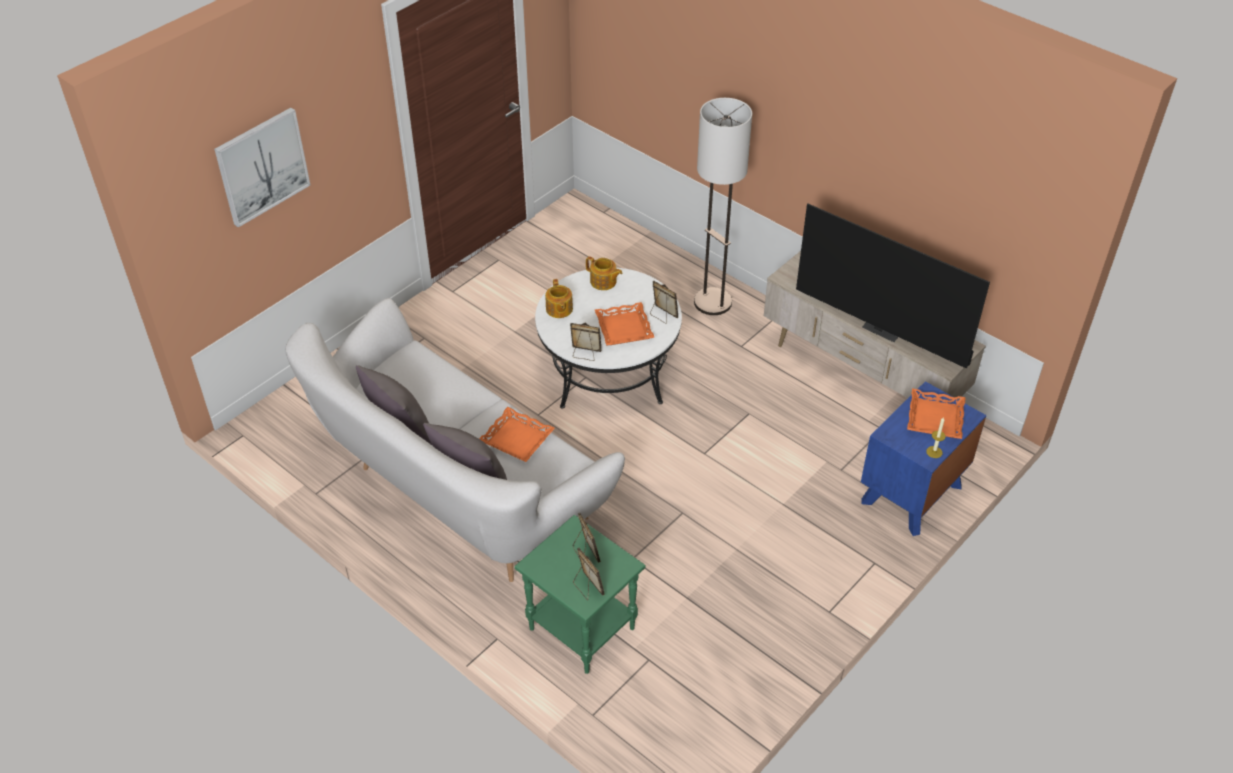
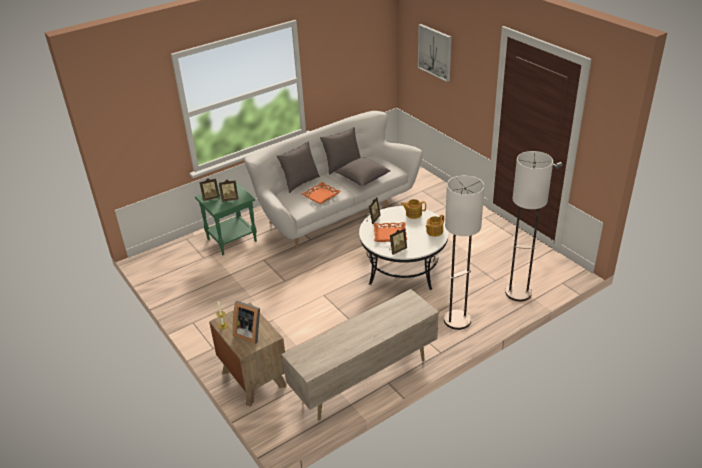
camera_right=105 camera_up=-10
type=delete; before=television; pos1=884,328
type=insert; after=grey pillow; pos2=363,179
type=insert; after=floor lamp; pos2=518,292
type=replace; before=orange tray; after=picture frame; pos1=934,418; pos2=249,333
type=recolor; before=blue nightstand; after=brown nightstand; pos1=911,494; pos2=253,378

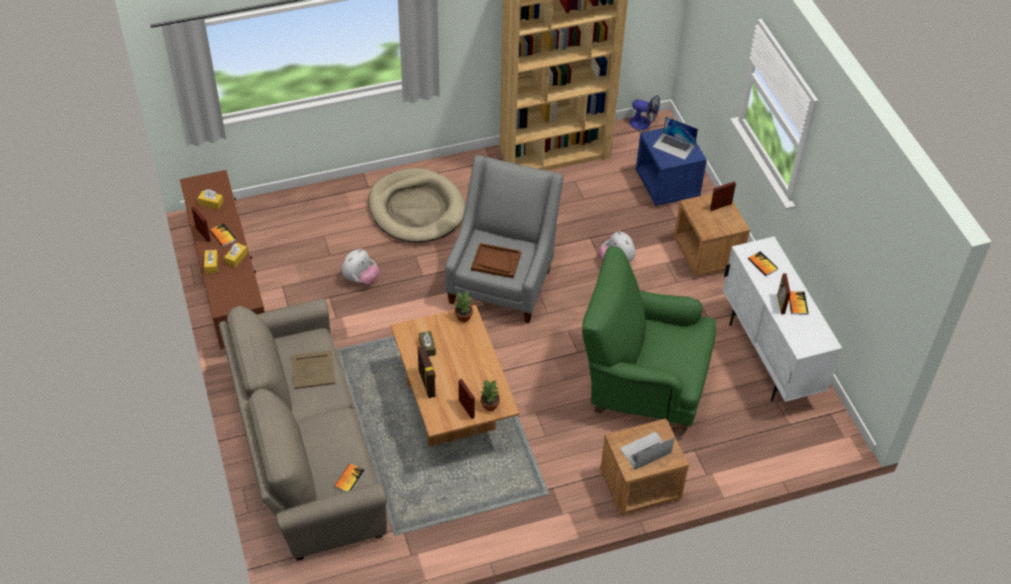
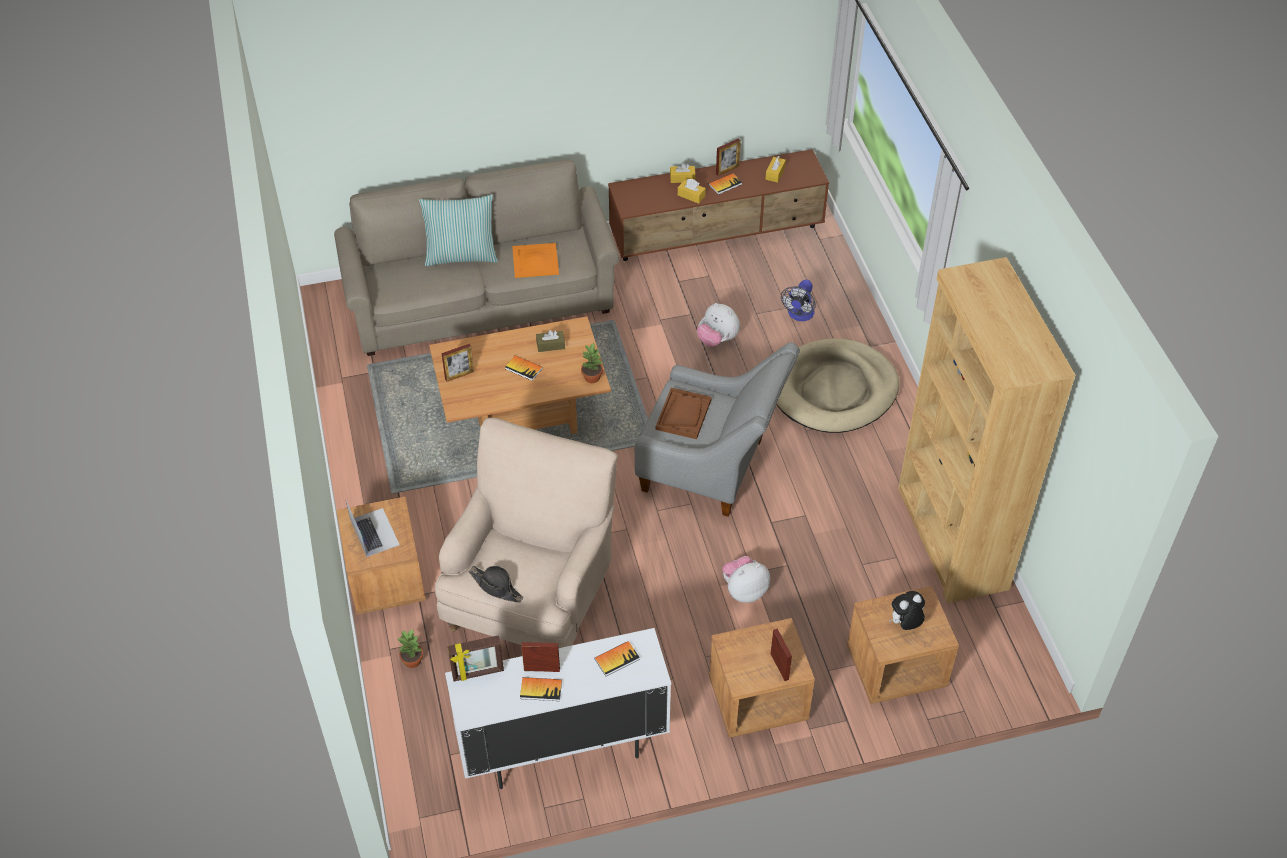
camera_right=95 camera_up=0
type=insert; after=pillow; pos2=461,255
type=insert; after=black hat; pos2=496,587
type=move; before=book; pos1=349,479; pos2=523,368
type=move; before=picture frame; pos1=427,383; pos2=478,673
type=move; before=potted plant; pos1=489,405; pos2=412,660
type=move; before=fan; pos1=644,124; pos2=799,315
type=replace; before=laptop; after=plush toy; pos1=674,146; pos2=905,624
type=recolor; before=beige tray; after=orange tray; pos1=312,370; pos2=535,260
type=recolor; before=green armchair; after=beige armchair; pos1=642,386; pos2=531,597
type=recolor; before=blue nightstand; after=brown nightstand; pos1=667,185; pos2=895,668

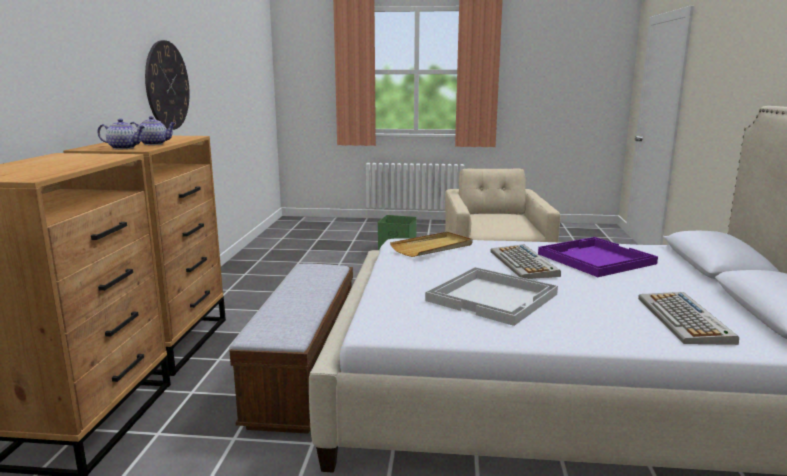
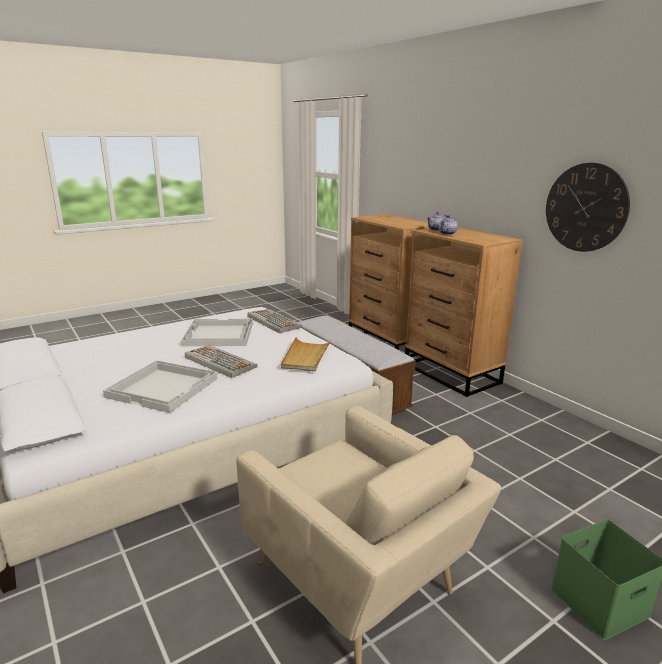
camera_right=140 camera_up=5
type=move; before=keyboard; pos1=685,320; pos2=273,321
type=recolor; before=purple tray; after=white tray; pos1=594,259; pos2=164,387

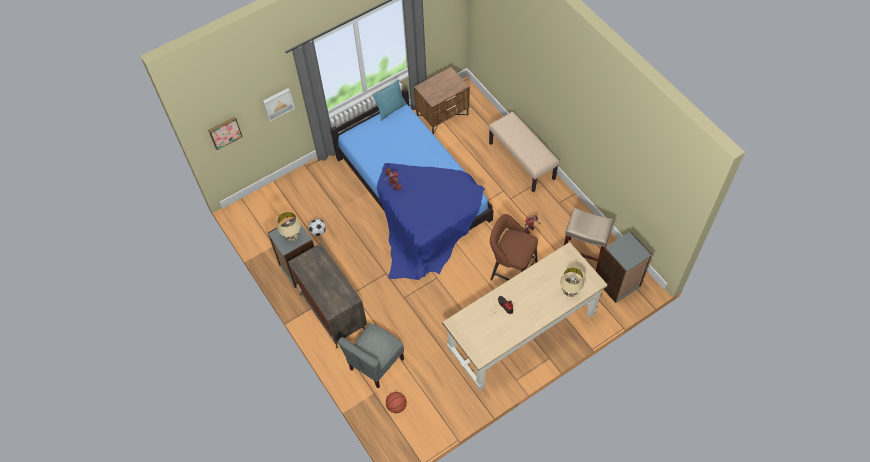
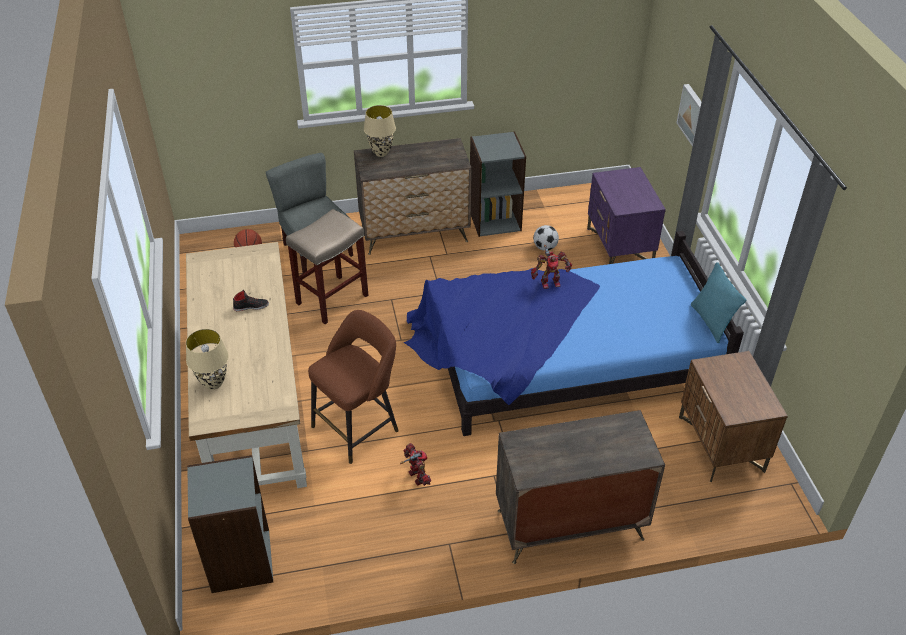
camera_right=110 camera_up=-15
type=delete; before=picture; pos1=224,132
type=insert; after=purple nightstand; pos2=620,247
type=move; before=beige table lamp; pos1=292,237; pos2=381,153
type=move; before=beige stool; pos1=582,254; pos2=332,298
type=replace; before=beige bench; after=dresser; pos1=522,161; pos2=568,524

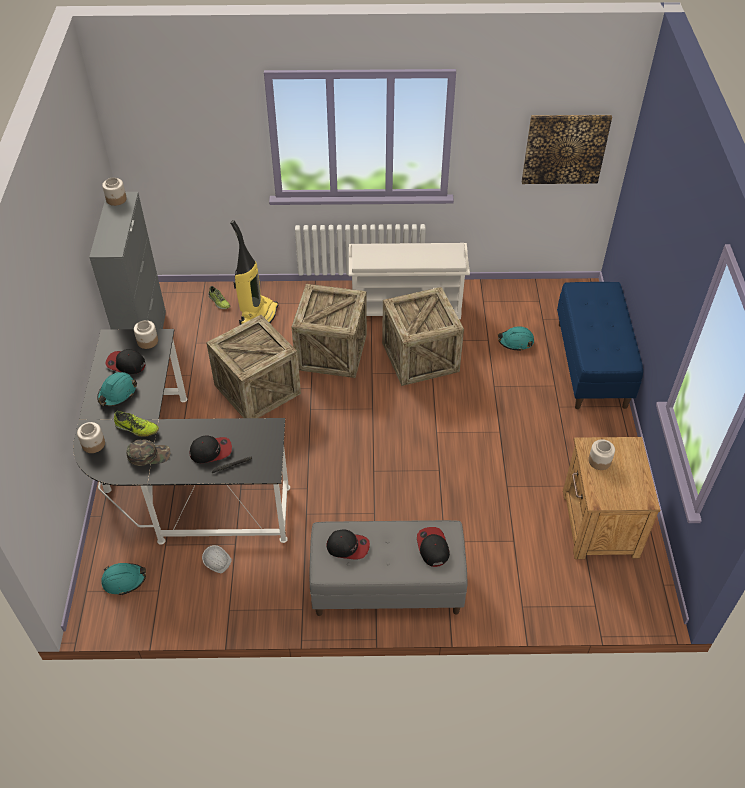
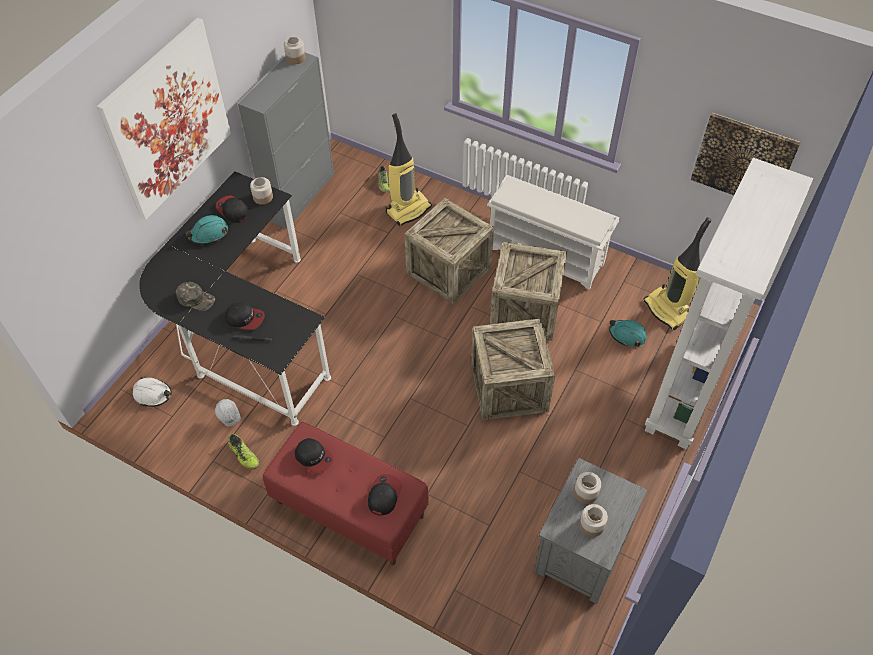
camera_right=30 camera_up=5
type=insert; after=picture; pos2=168,120
type=insert; after=vacuum cleaner; pos2=668,310
type=move; before=jar; pos1=93,444; pos2=592,525
type=move; before=shoe; pos1=137,429; pos2=244,455
type=move; before=crate; pos1=257,389; pos2=509,387
type=replace; before=blue bench; after=white bookcase; pos1=592,364; pos2=688,392
type=recolor; before=turquoise hard hat; after=white hard hat; pos1=124,580; pos2=153,394
type=recolor; before=grey bench; after=red bench; pos1=386,588; pos2=349,509
type=recolor; before=brown nightstand; after=grey nightstand; pos1=599,525; pos2=580,552

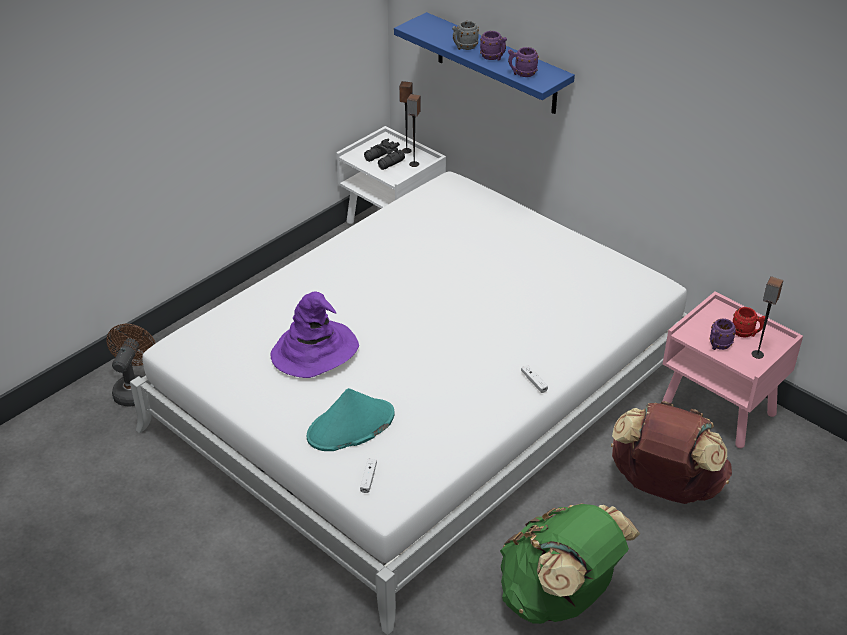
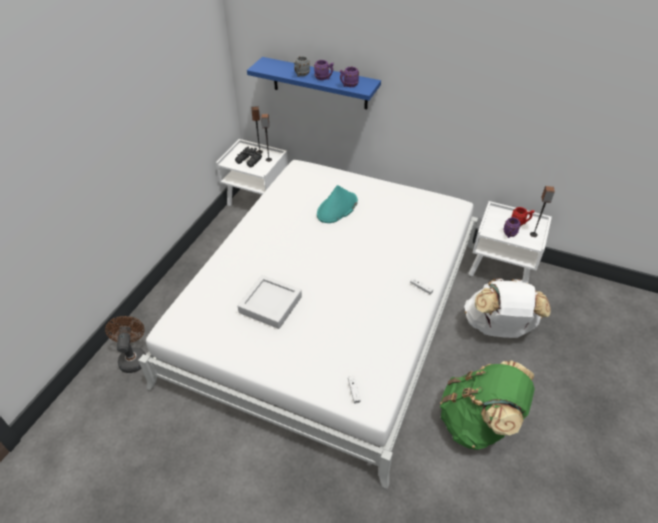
camera_right=-20 camera_up=5
type=move; before=turquoise hat; pos1=350,426; pos2=337,208
type=replace; before=purple hat; after=grey tray; pos1=315,351; pos2=270,304
type=recolor; before=brown backpack; after=white backpack; pos1=664,487; pos2=497,328
type=recolor; before=pink nightstand; after=white nightstand; pos1=720,409; pos2=501,270

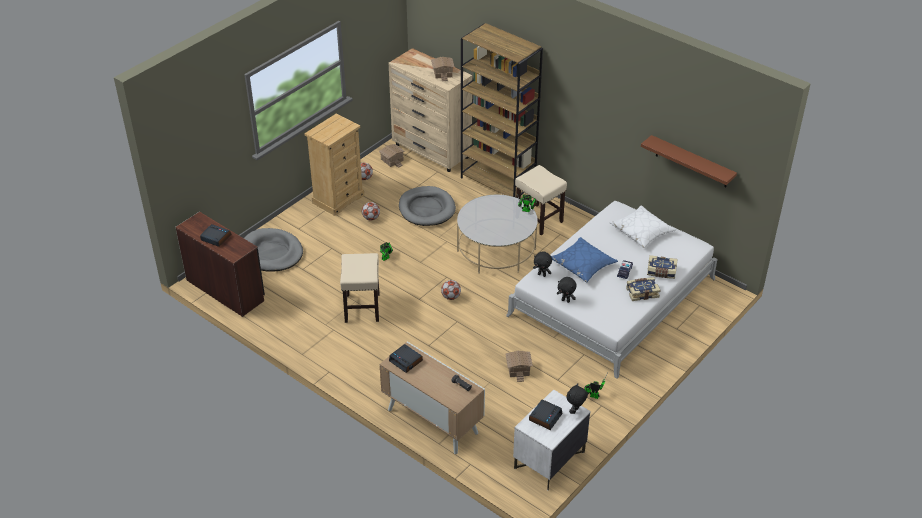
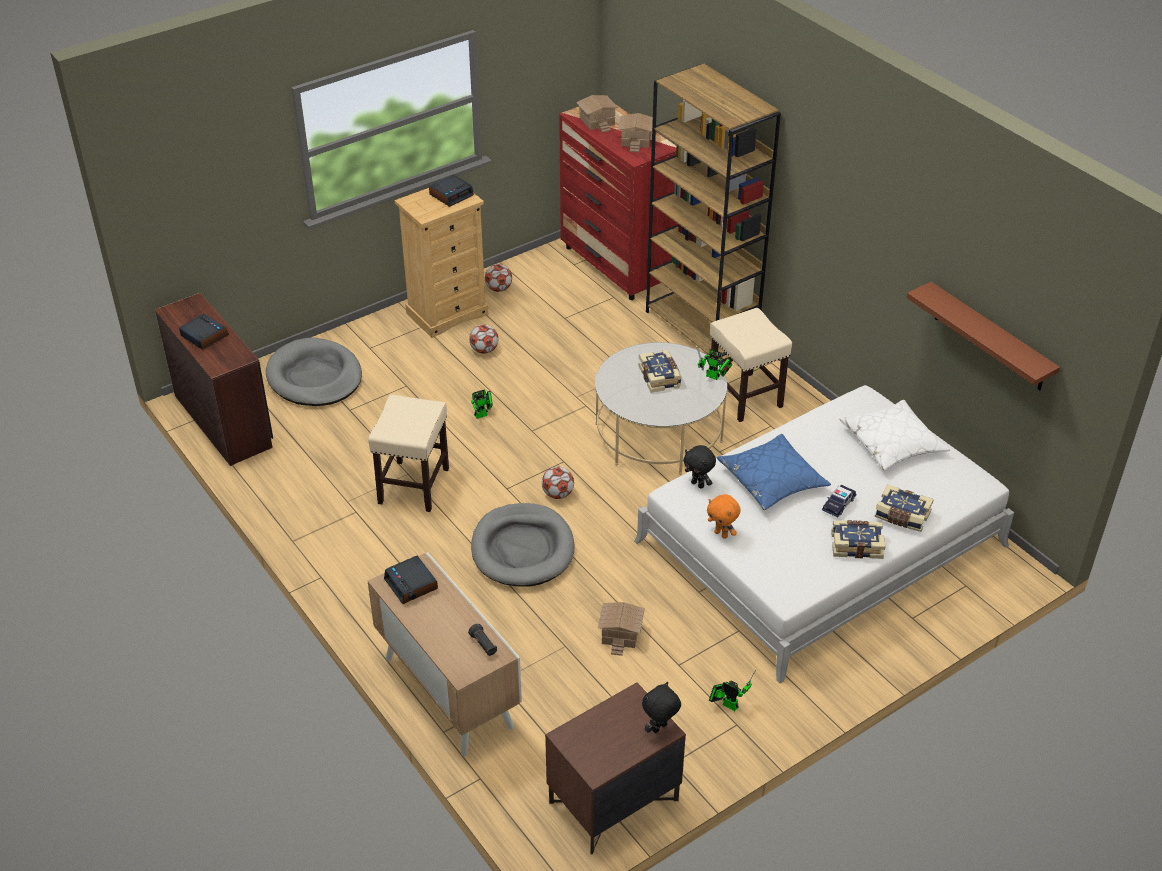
camera_right=15 camera_up=0
type=insert; after=book; pos2=660,377
type=move; before=toy house; pos1=392,160; pos2=597,121
type=move; before=grey dog bed; pos1=427,208; pos2=522,549
type=move; before=alarm clock; pos1=545,417; pos2=451,195
type=recolor; before=beige dresser; after=red dresser; pos1=432,152; pos2=616,266
type=recolor; before=white nightstand; after=brown nightstand; pos1=549,460; pos2=613,802
type=recolor; before=black plush toy; after=orange plush toy; pos1=566,300; pos2=721,534

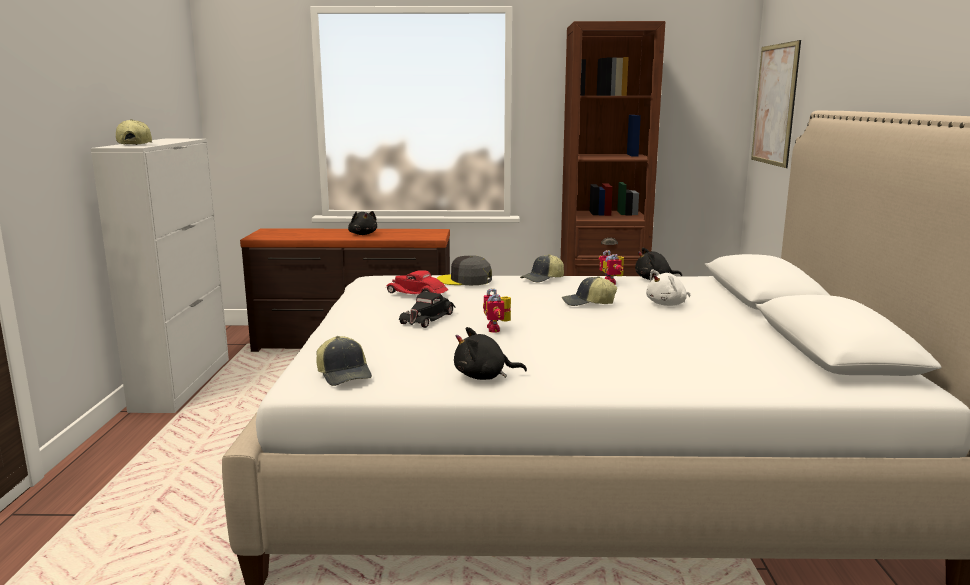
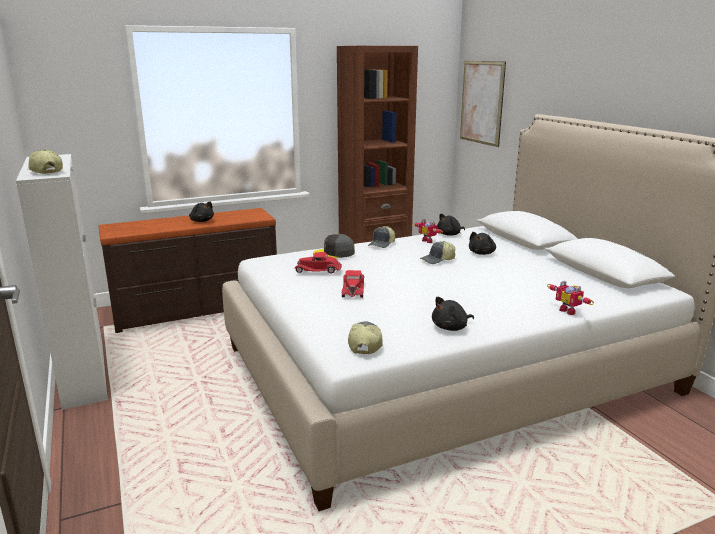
camera_right=-25 camera_up=5
type=move; before=toy robot; pos1=497,329; pos2=569,311
type=recolor; before=black toy car; after=red toy car; pos1=428,318; pos2=353,289
type=recolor; before=white plush toy; after=black plush toy; pos1=667,304; pos2=482,253
type=rotate; before=cap; pos1=345,374; pos2=364,345; turn=-120

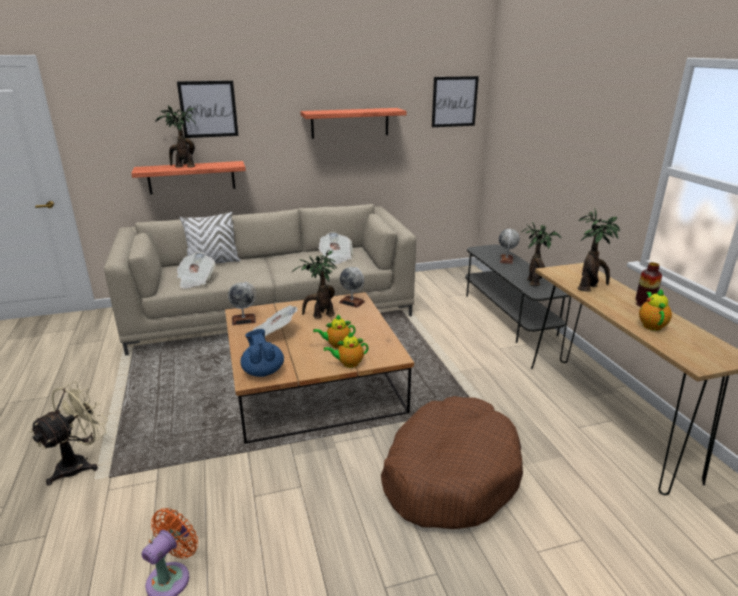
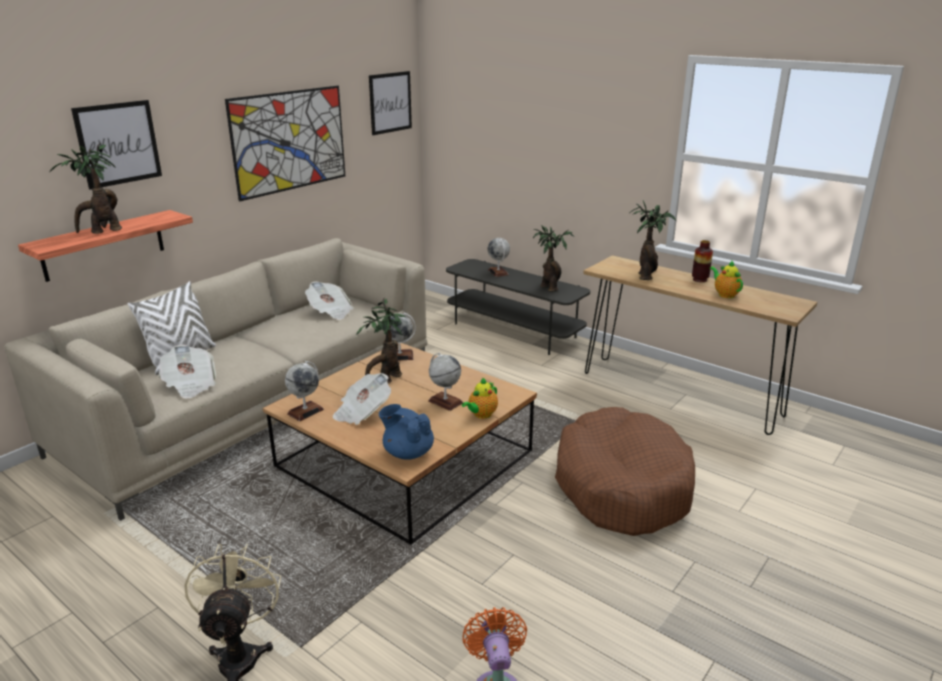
camera_right=-35 camera_up=0
type=replace; before=shelf; after=picture; pos1=350,123; pos2=290,141
type=replace; before=teapot; after=globe; pos1=337,345; pos2=445,402

